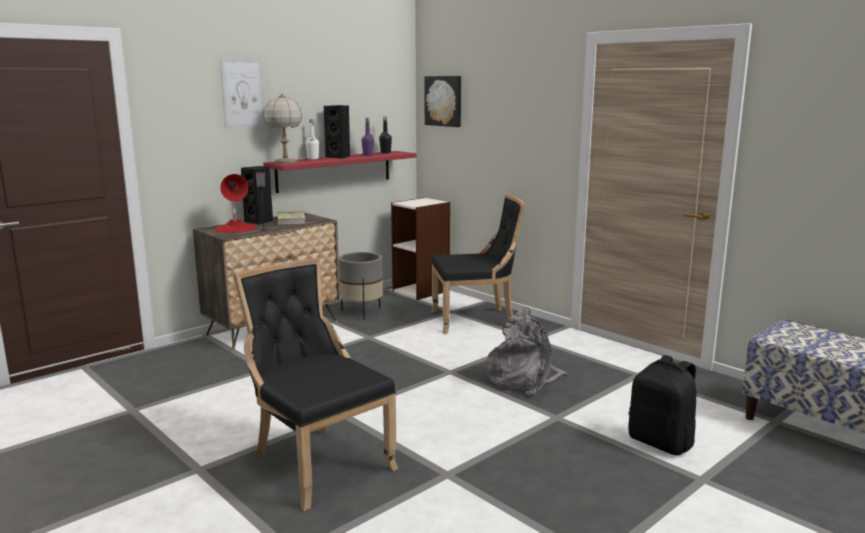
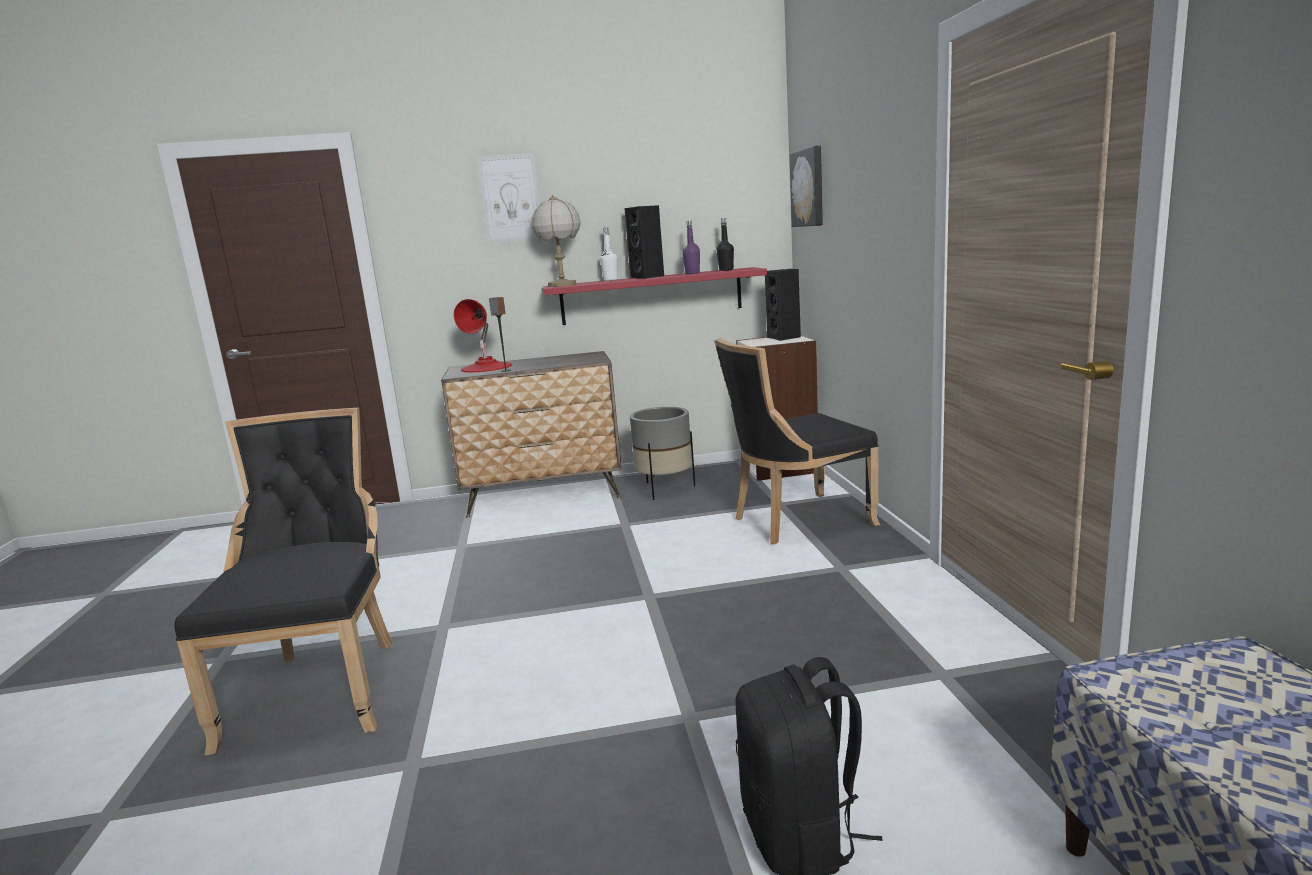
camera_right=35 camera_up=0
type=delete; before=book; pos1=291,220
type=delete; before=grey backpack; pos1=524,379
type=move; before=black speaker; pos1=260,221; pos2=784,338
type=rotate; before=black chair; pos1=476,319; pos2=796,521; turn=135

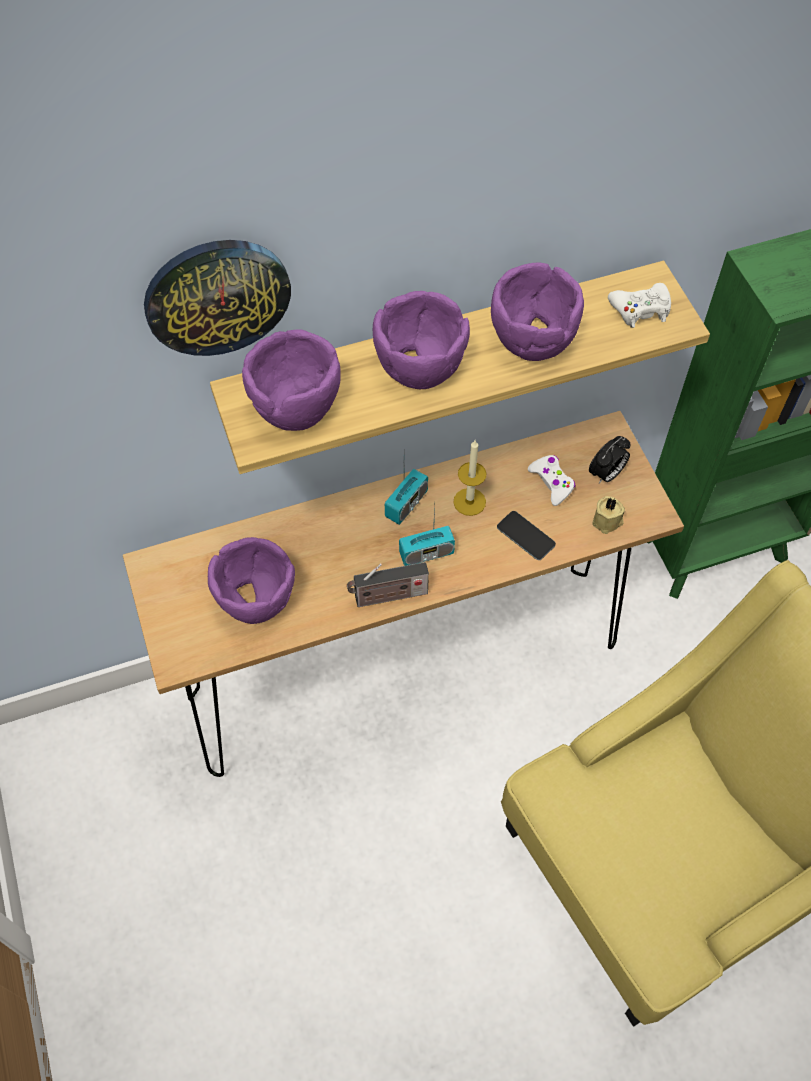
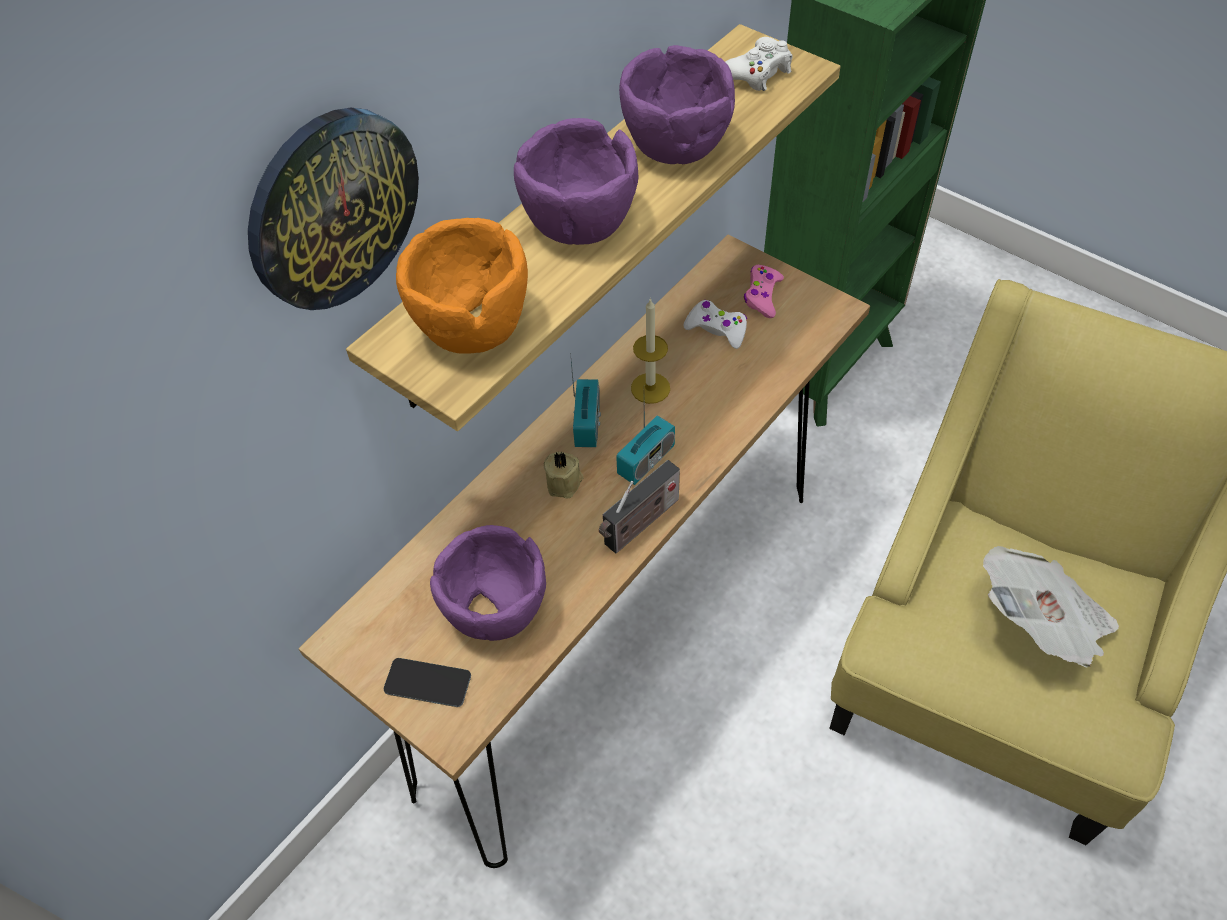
camera_right=-30 camera_up=-5
type=insert; after=newspaper; pos2=1041,623
type=move; before=phone; pos1=526,536; pos2=427,683
type=move; before=beige candle; pos1=607,521; pos2=565,483
type=replace; before=alarm clock; after=pink game controller; pos1=606,474; pos2=762,296
type=recolor; before=purple bowl; after=orange bowl; pos1=296,405; pos2=472,323

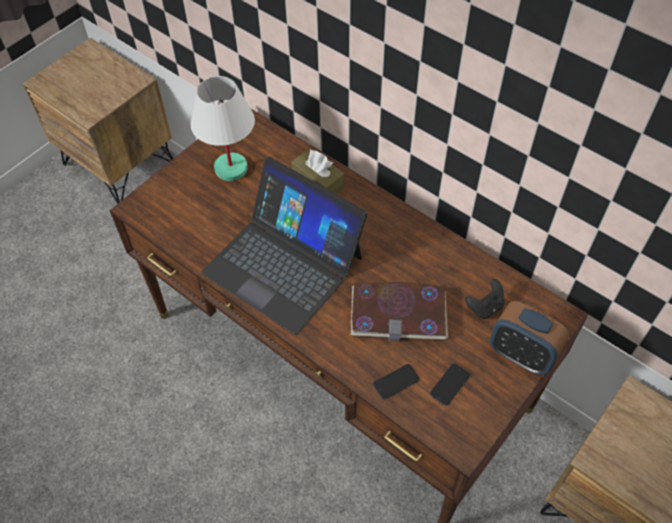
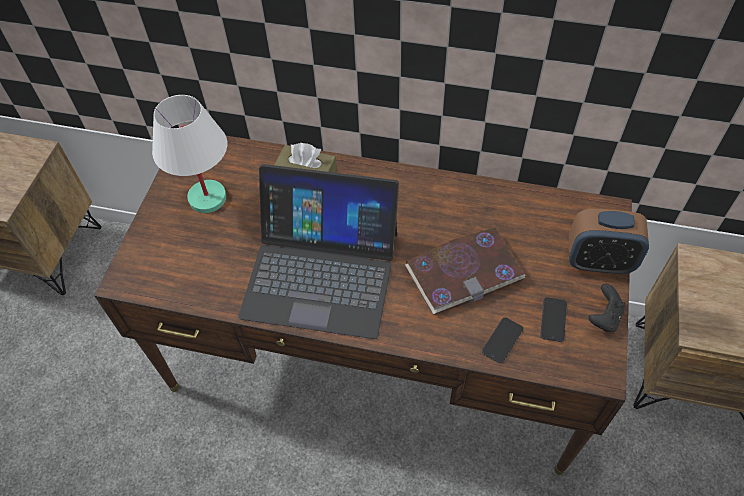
camera_right=-25 camera_up=0
type=move; before=black game controller; pos1=485,307; pos2=604,317

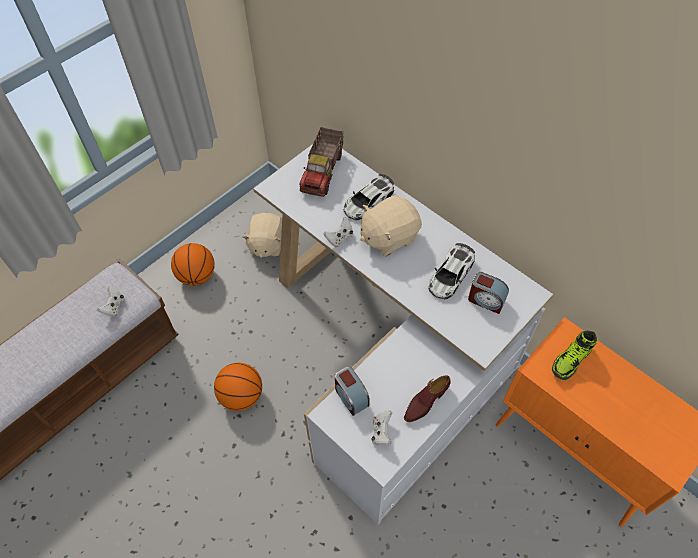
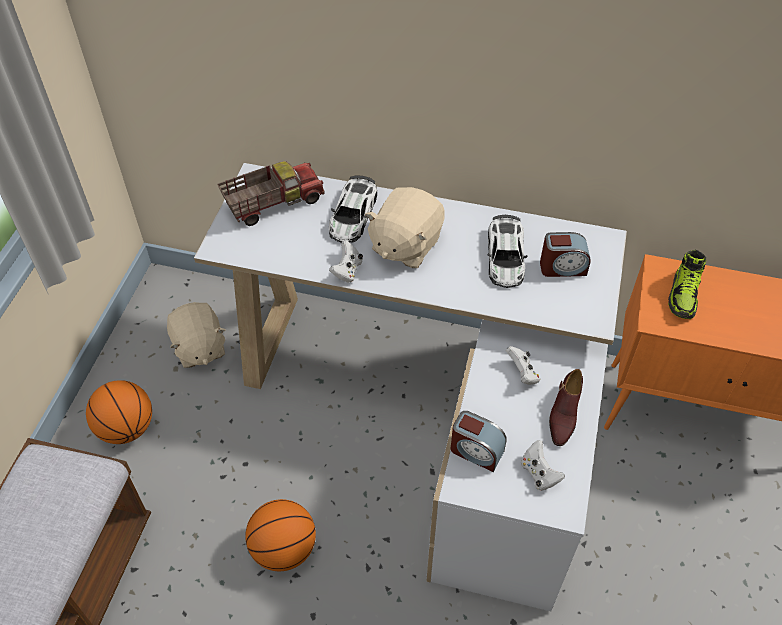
camera_right=-30 camera_up=-5
type=move; before=white game controller; pos1=114,307; pos2=522,373
type=rotate; before=toy truck; pos1=323,172; pos2=273,204; turn=-105

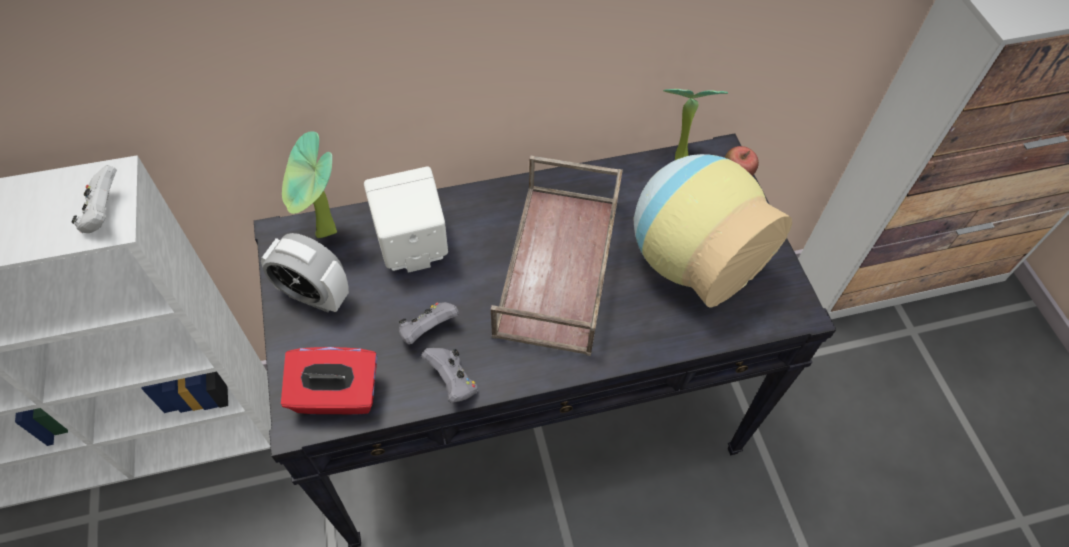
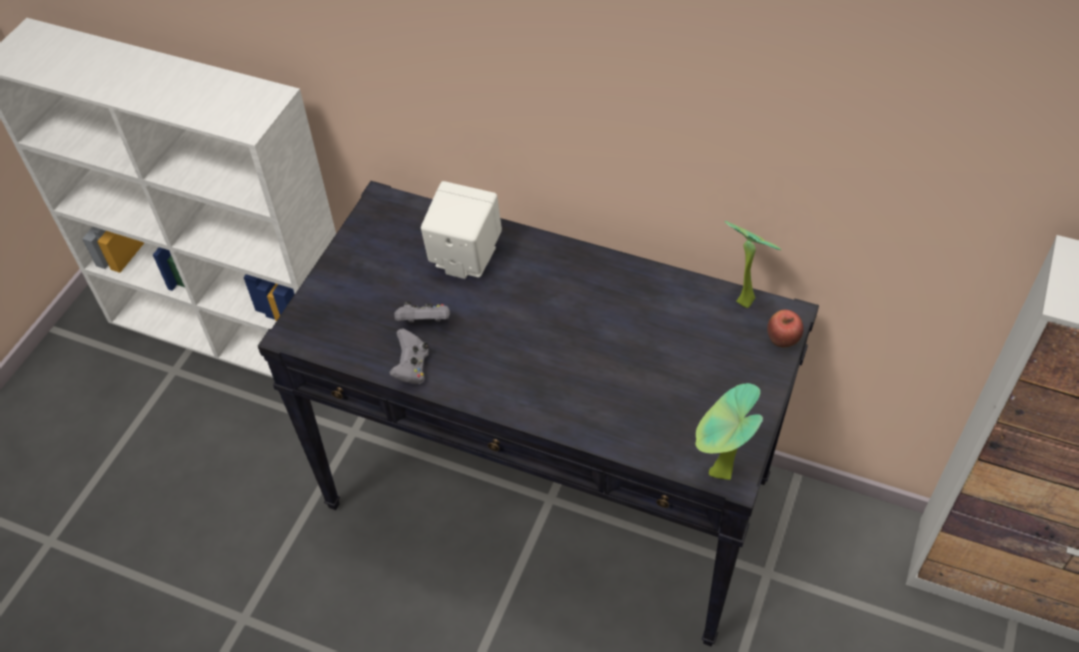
camera_right=40 camera_up=-5
type=delete; before=white game controller; pos1=104,214
type=delete; before=alarm clock; pos1=314,295
type=delete; before=red tissue box; pos1=336,396
type=delete; before=brown tray; pos1=560,268
type=delete; before=vase; pos1=690,258
type=move; before=potted plant; pos1=325,236; pos2=717,477

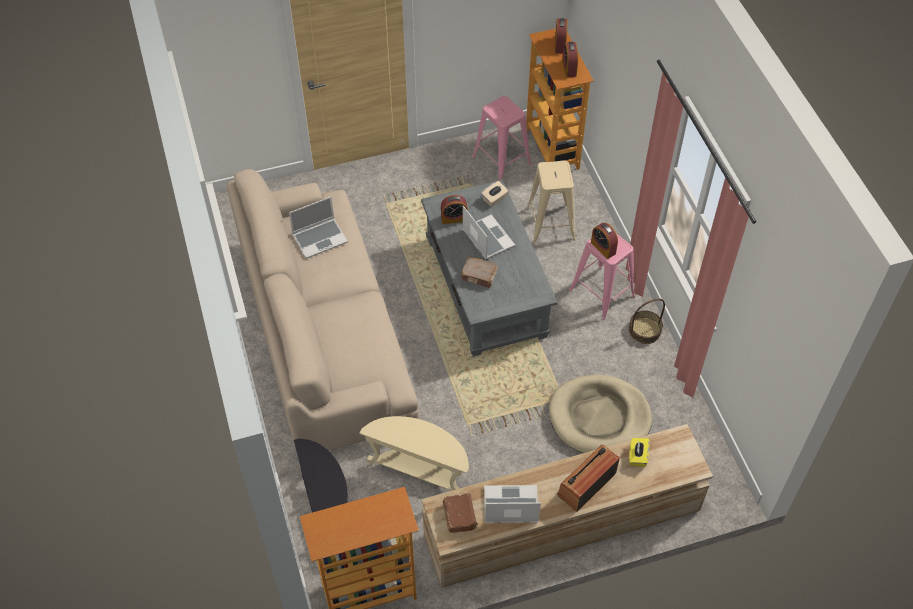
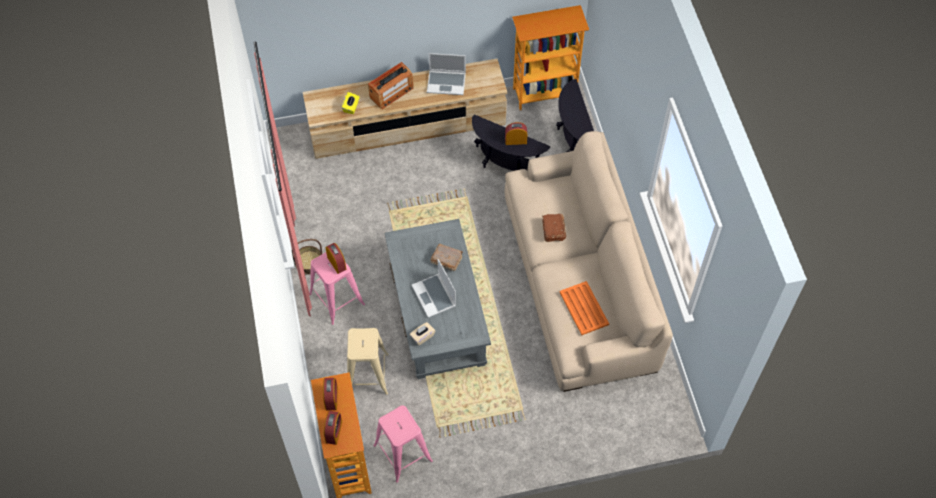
camera_right=-175 camera_up=5
type=delete; before=beige dog bed; pos1=599,417
type=move; before=alarm clock; pos1=454,218; pos2=515,140
type=move; before=brown book; pos1=460,516; pos2=553,231
type=replace; before=laptop; after=orange tray; pos1=320,238; pos2=584,309
type=recolor; before=beige side table; after=black side table; pos1=420,471; pos2=505,166

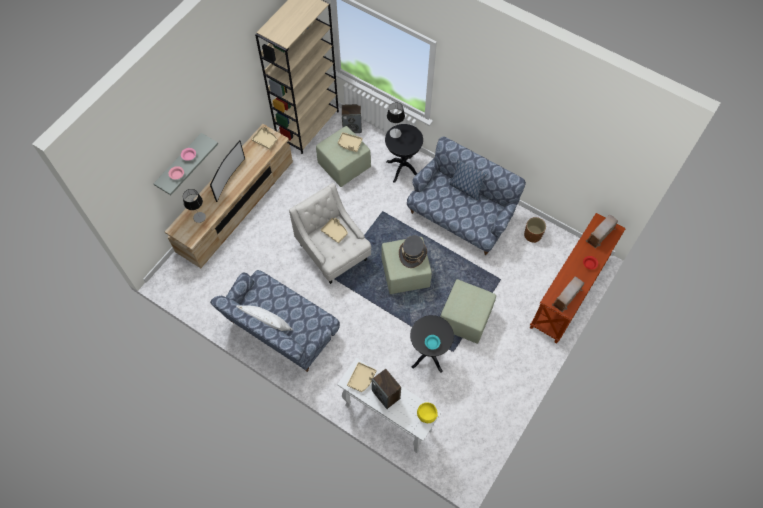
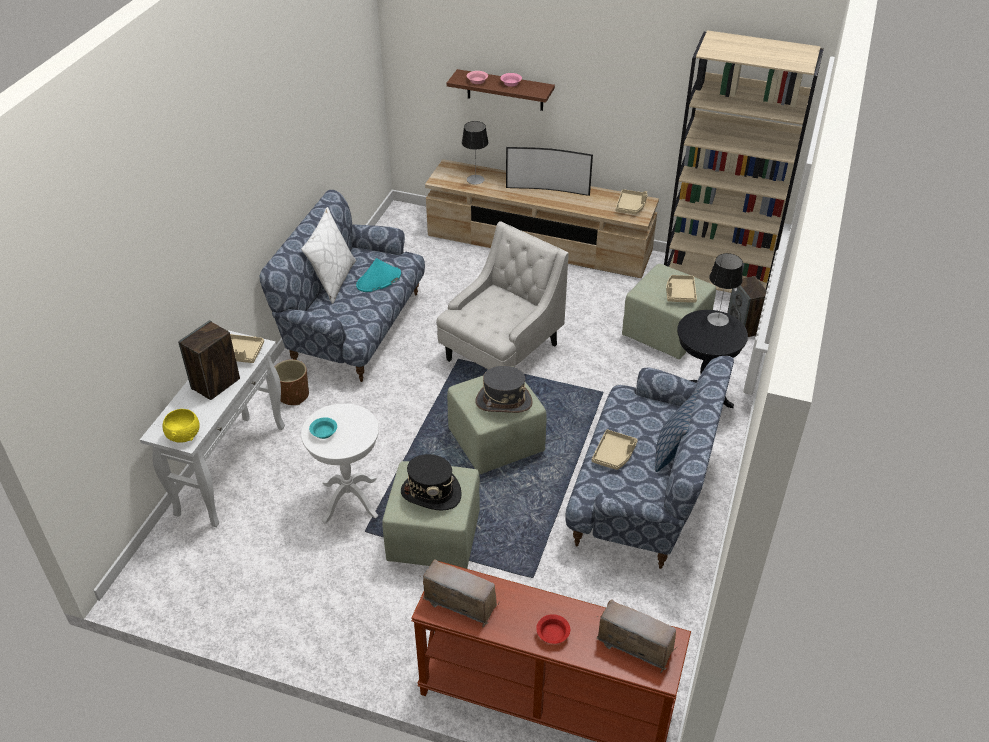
camera_right=75 camera_up=-20
type=insert; after=turquoise hat; pos2=378,280
type=insert; after=black hat; pos2=431,493
type=move; before=beige tray; pos1=335,232; pos2=614,454
type=move; before=brown planter; pos1=533,235; pos2=294,395
type=recolor; before=grey shelf; after=brown shelf; pos1=180,163; pos2=505,90
type=recolor; before=black side table; after=white side table; pos1=428,356; pos2=350,500

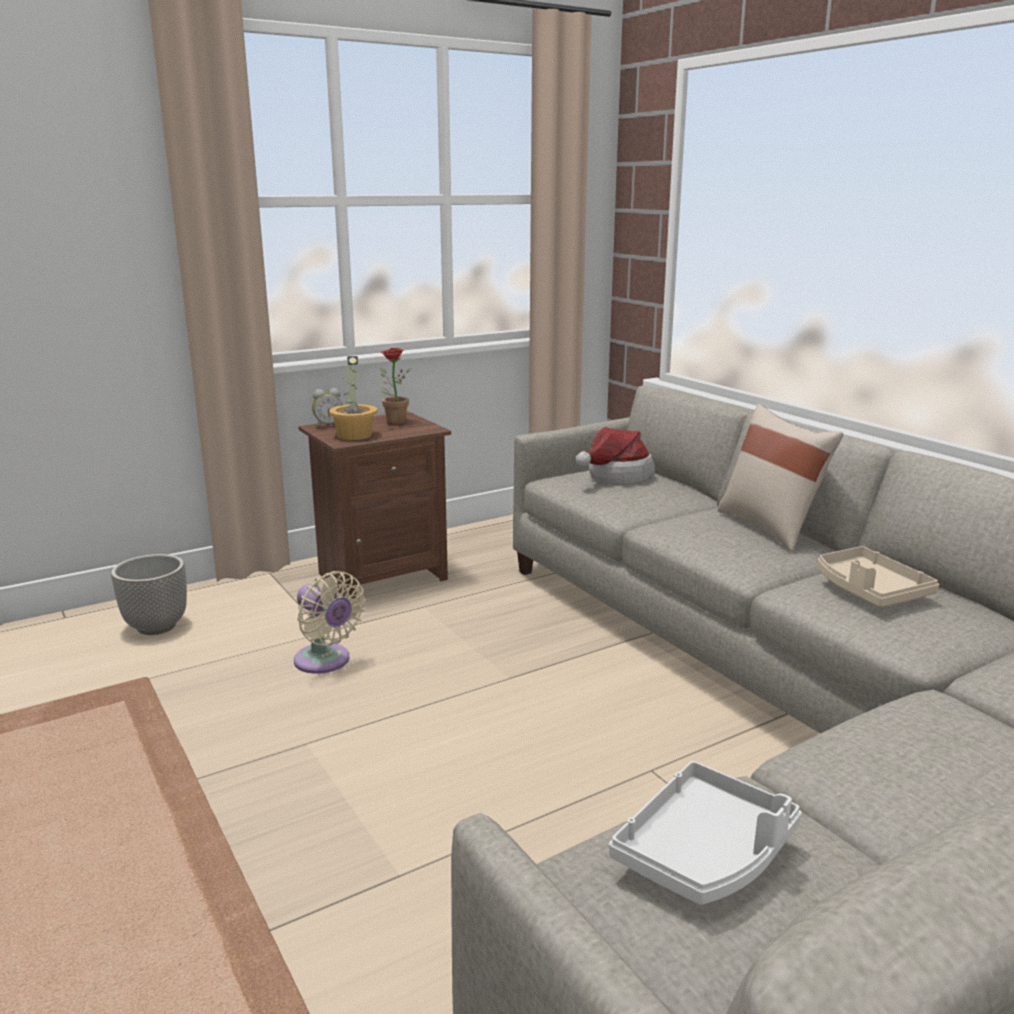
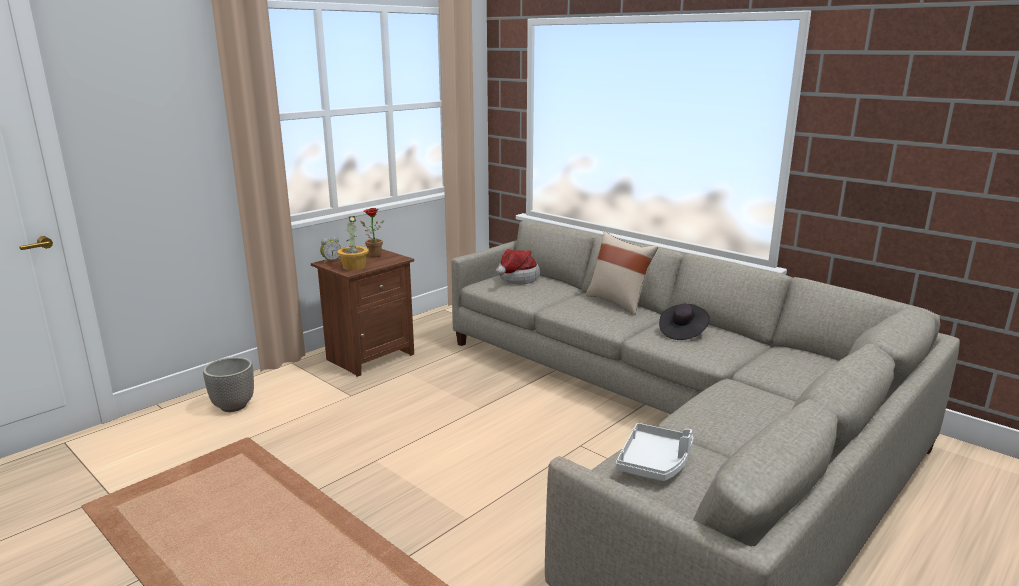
camera_right=-15 camera_up=0
type=delete; before=beige fan; pos1=325,662
type=replace; before=beige tray; after=black hat; pos1=869,590; pos2=682,332

